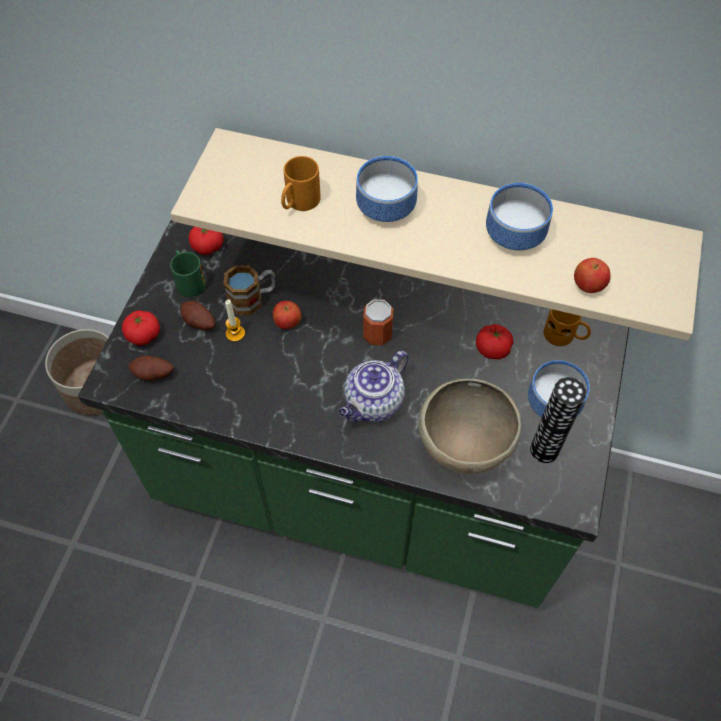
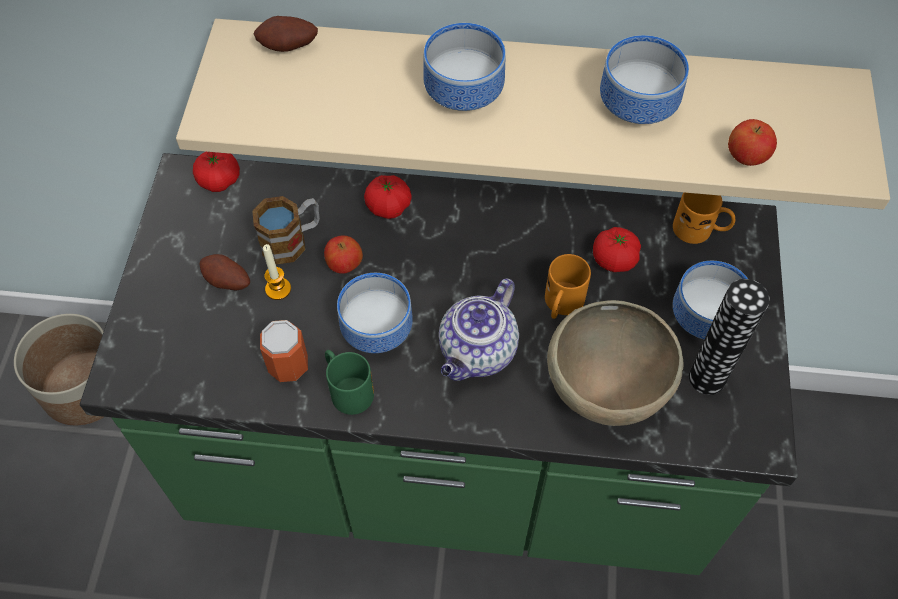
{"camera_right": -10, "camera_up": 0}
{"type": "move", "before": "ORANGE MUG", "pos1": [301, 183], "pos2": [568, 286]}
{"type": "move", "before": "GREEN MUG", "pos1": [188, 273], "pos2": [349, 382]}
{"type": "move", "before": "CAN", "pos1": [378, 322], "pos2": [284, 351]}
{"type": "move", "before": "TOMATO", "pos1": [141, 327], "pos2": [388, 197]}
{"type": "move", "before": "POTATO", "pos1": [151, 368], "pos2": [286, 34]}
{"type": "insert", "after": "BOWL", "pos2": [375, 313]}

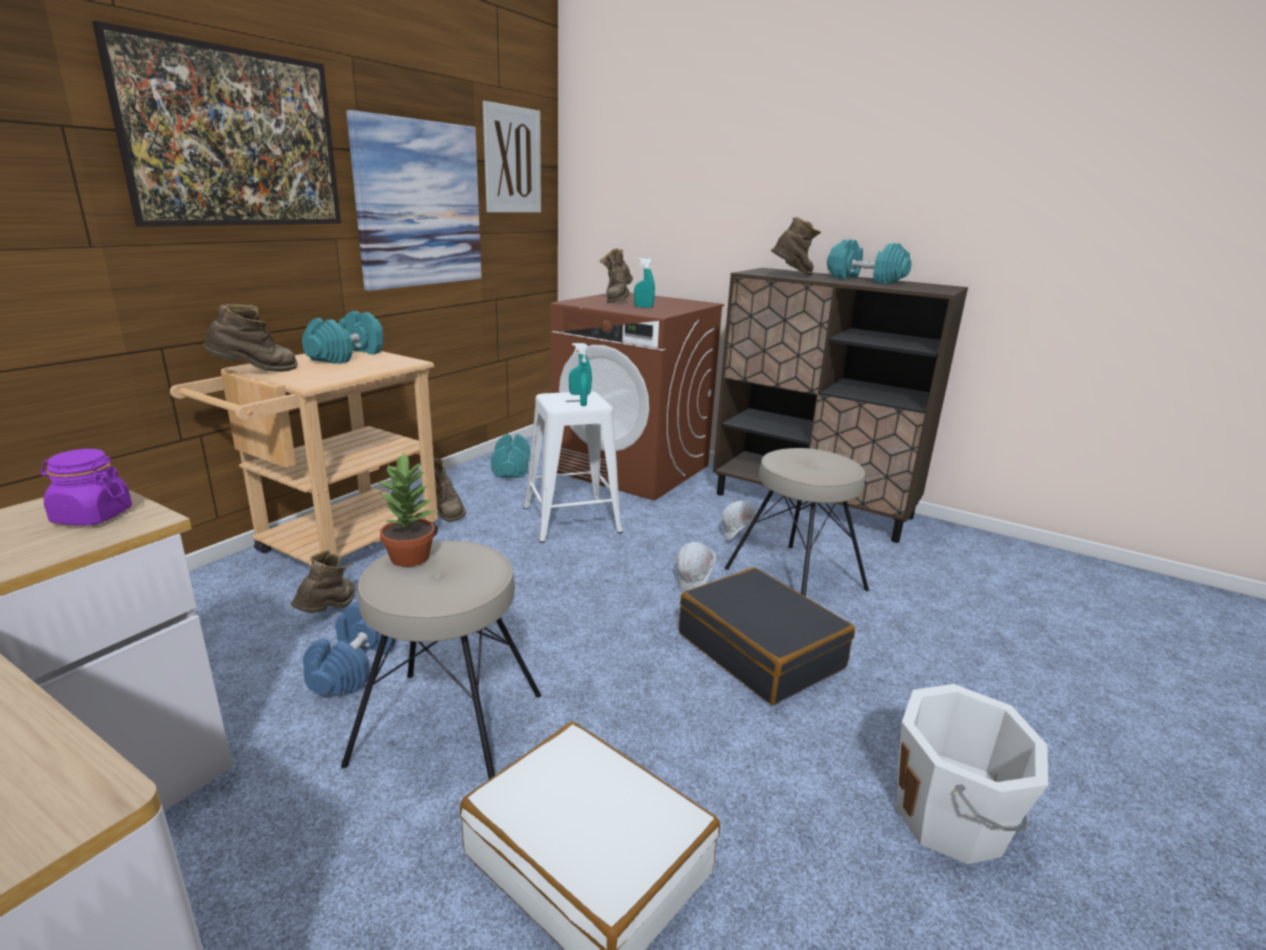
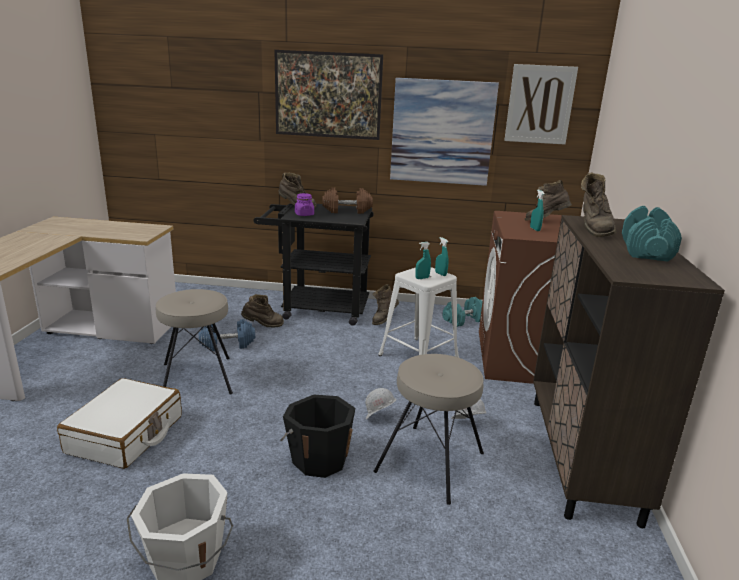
{"camera_right": 65, "camera_up": 0}
{"type": "rotate", "before": "BROWN BOOT", "pos1": [796, 246], "pos2": [598, 204], "turn": 75}
{"type": "recolor", "before": "TURQUOISE DUMBBELL", "after": "BROWN DUMBBELL", "pos1": [343, 337], "pos2": [347, 201]}
{"type": "recolor", "before": "BEIGE CART", "after": "BLACK CART", "pos1": [304, 459], "pos2": [314, 265]}
{"type": "move", "before": "PURPLE JAR", "pos1": [86, 487], "pos2": [304, 204]}
{"type": "delete", "before": "POTTED PLANT", "pos1": [405, 509]}
{"type": "replace", "before": "BLACK SUITCASE", "after": "BLACK BUCKET", "pos1": [767, 636], "pos2": [318, 436]}

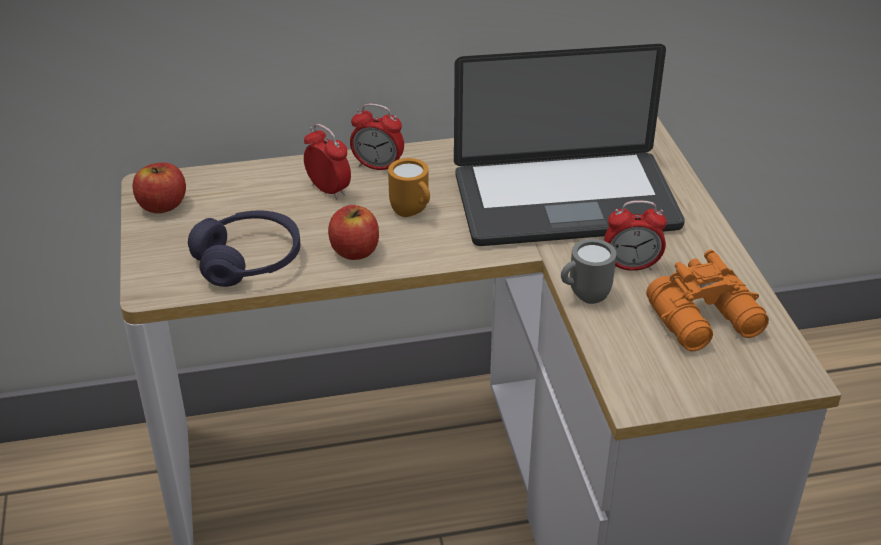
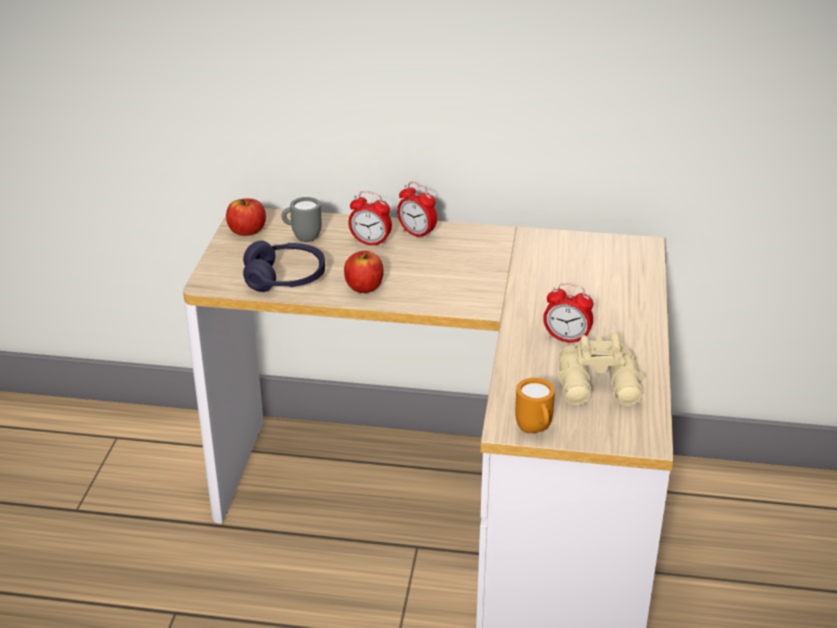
{"camera_right": 20, "camera_up": -5}
{"type": "delete", "before": "LAPTOP", "pos1": [569, 145]}
{"type": "rotate", "before": "ALARM CLOCK", "pos1": [327, 161], "pos2": [370, 219], "turn": 135}
{"type": "move", "before": "ORANGE MUG", "pos1": [409, 187], "pos2": [535, 405]}
{"type": "move", "before": "GREY MUG", "pos1": [588, 271], "pos2": [301, 219]}
{"type": "recolor", "before": "ORANGE BINOCULARS", "after": "BEIGE BINOCULARS", "pos1": [707, 300], "pos2": [600, 369]}

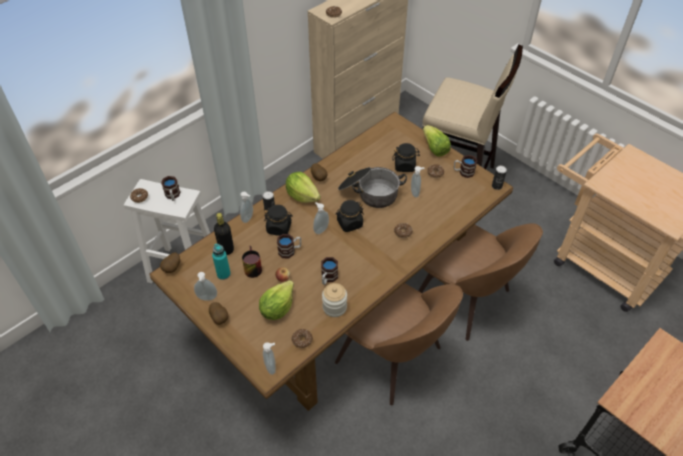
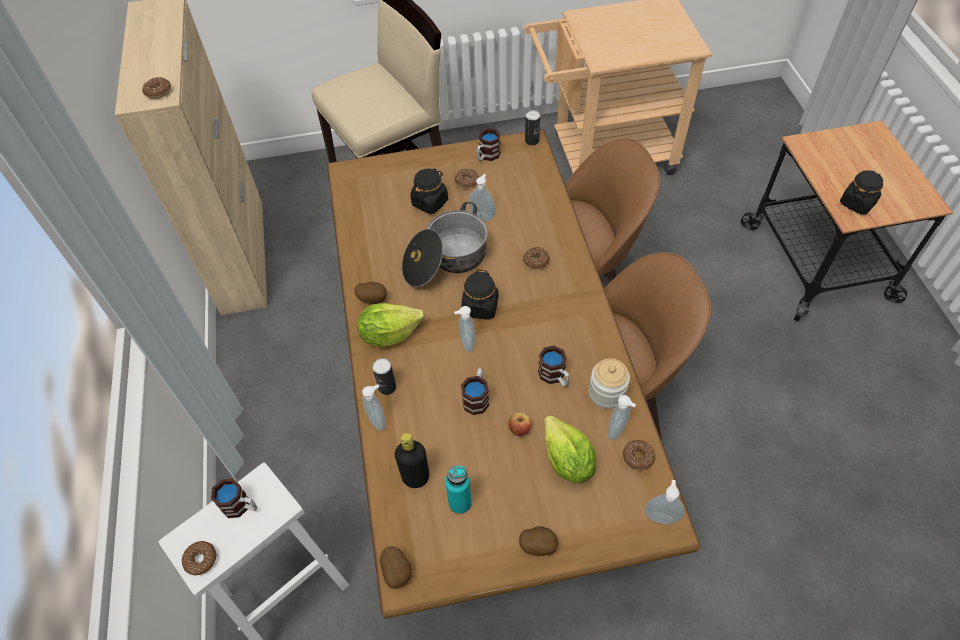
{"camera_right": -55, "camera_up": 5}
{"type": "delete", "before": "LETTUCE", "pos1": [437, 141]}
{"type": "move", "before": "BLACK JAR", "pos1": [278, 220], "pos2": [861, 192]}
{"type": "delete", "before": "MUG", "pos1": [252, 262]}
{"type": "move", "before": "SOAP DISPENSER", "pos1": [205, 286], "pos2": [622, 417]}

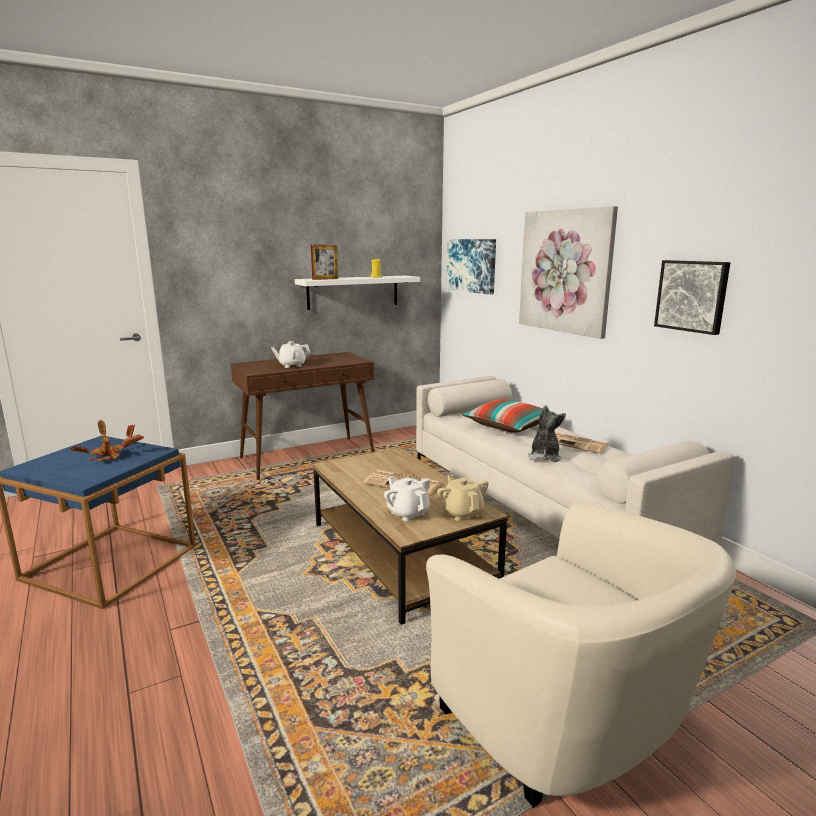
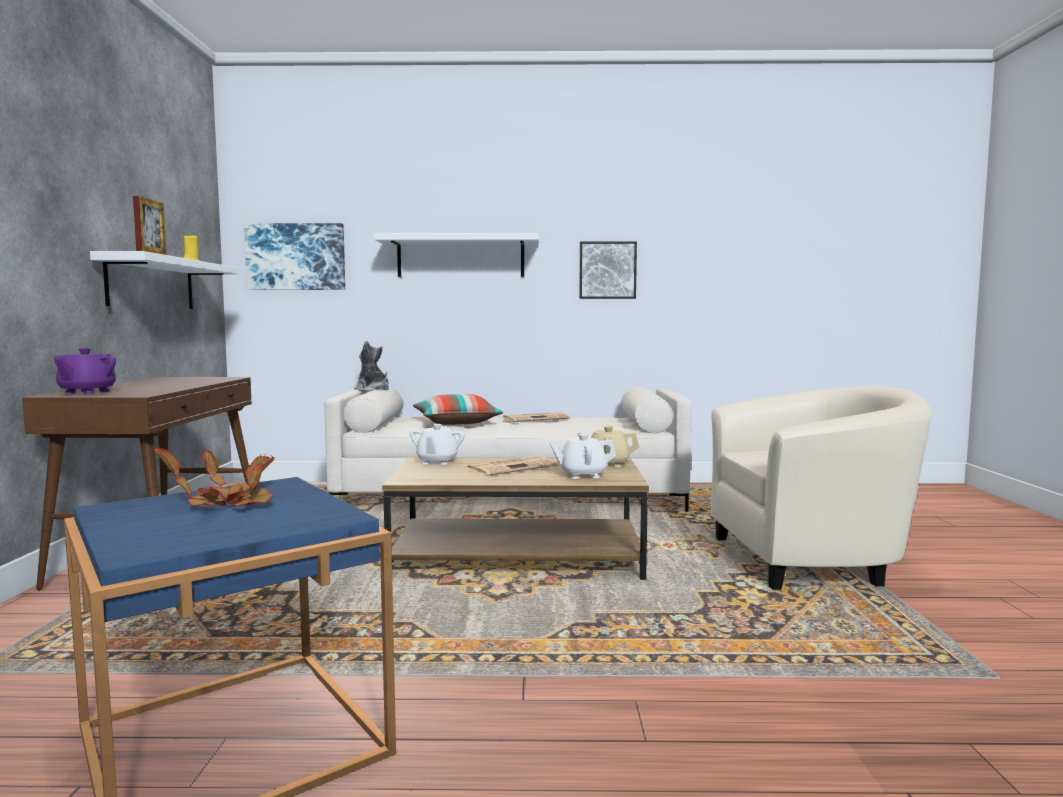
{"camera_right": -60, "camera_up": -10}
{"type": "replace", "before": "PICTURE", "after": "WHITE SHELF", "pos1": [568, 272], "pos2": [456, 255]}
{"type": "move", "before": "WHITE TEAPOT", "pos1": [291, 354], "pos2": [437, 444]}
{"type": "move", "before": "PLUSH TOY", "pos1": [547, 433], "pos2": [371, 366]}
{"type": "insert", "after": "PURPLE TEAPOT", "pos2": [85, 371]}

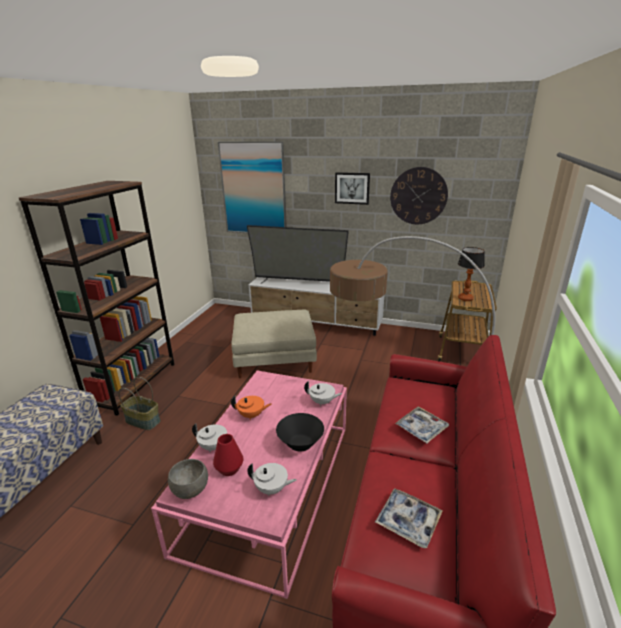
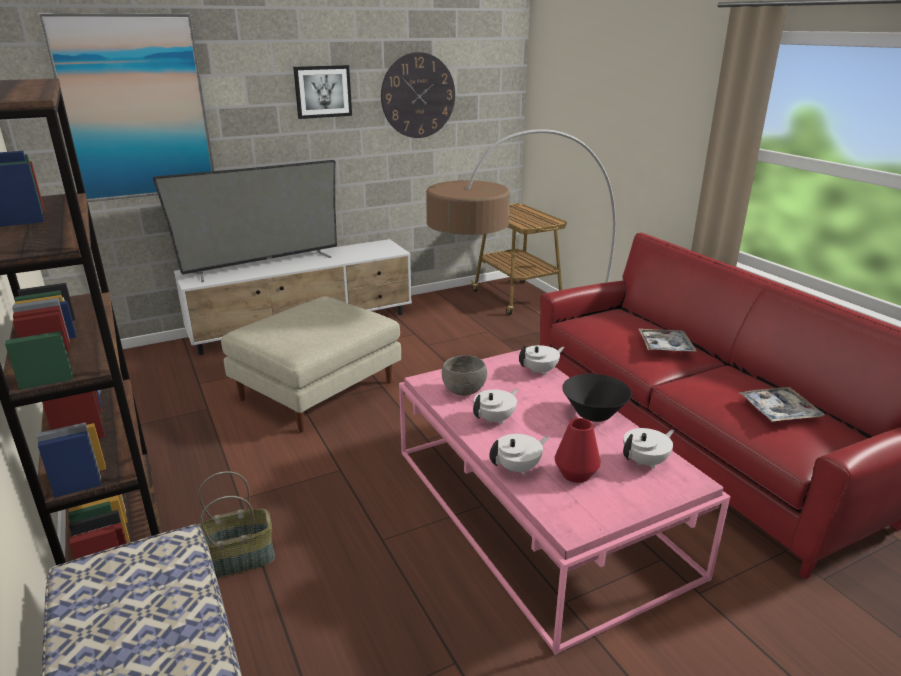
{"camera_right": -45, "camera_up": 0}
{"type": "delete", "before": "TABLE LAMP", "pos1": [471, 274]}
{"type": "recolor", "before": "ORANGE TEAPOT", "after": "WHITE TEAPOT", "pos1": [251, 408], "pos2": [495, 406]}
{"type": "move", "before": "GREY BOWL", "pos1": [188, 479], "pos2": [464, 375]}

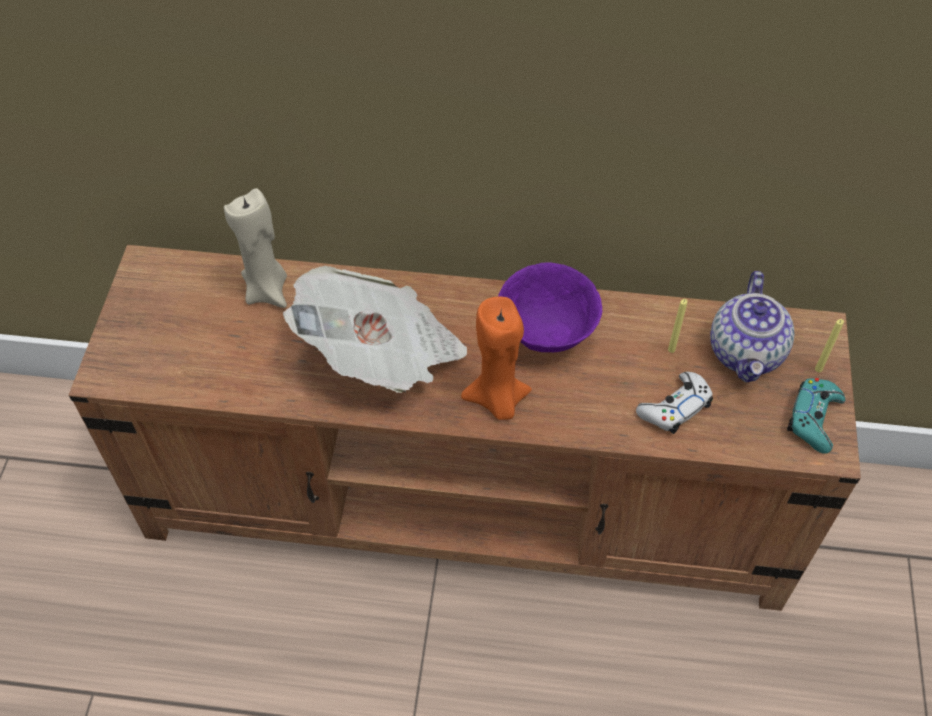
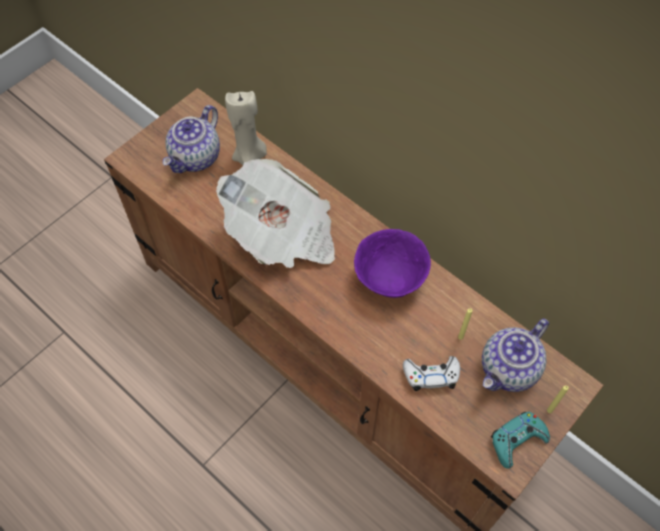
{"camera_right": 35, "camera_up": 5}
{"type": "delete", "before": "ORANGE CANDLE", "pos1": [496, 358]}
{"type": "insert", "after": "TEAPOT", "pos2": [191, 139]}

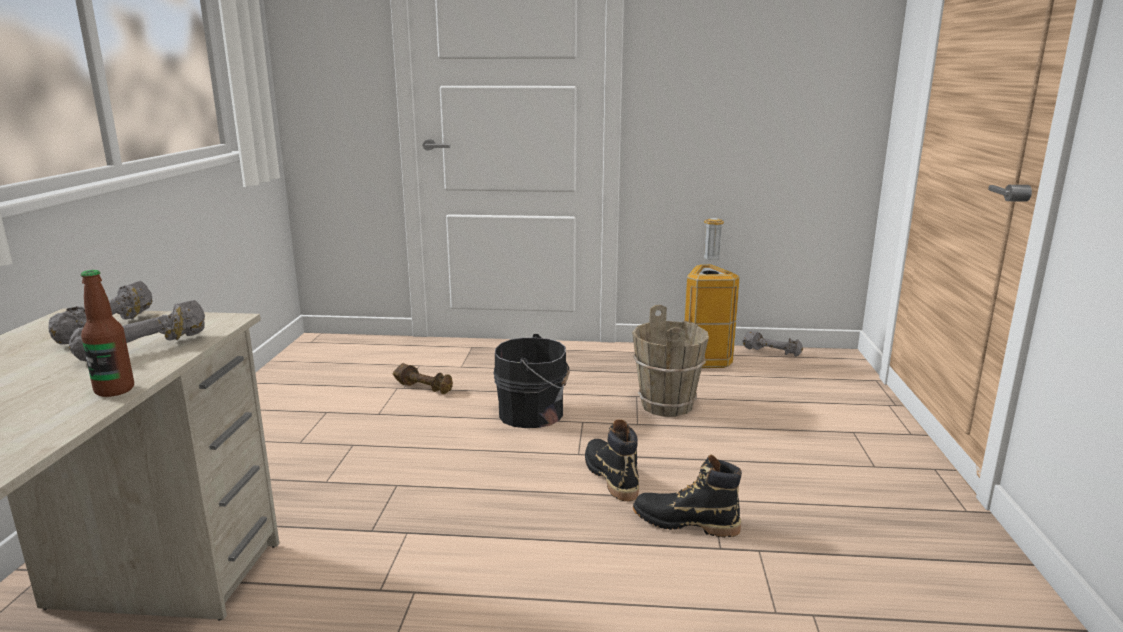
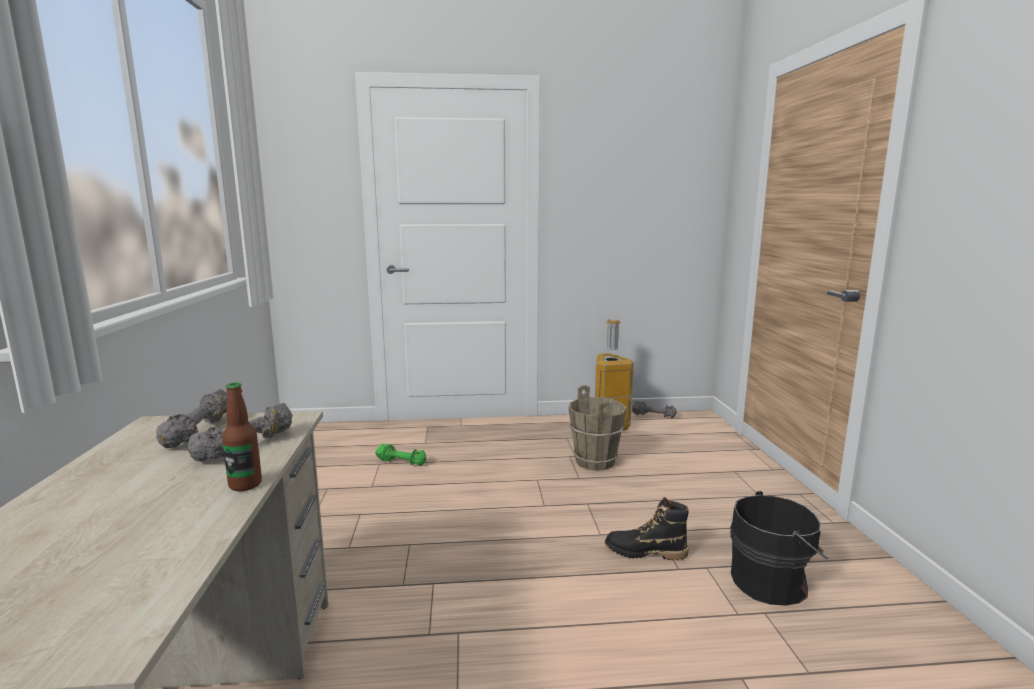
{"camera_right": -10, "camera_up": -5}
{"type": "move", "before": "BLACK BUCKET", "pos1": [531, 381], "pos2": [779, 548]}
{"type": "recolor", "before": "BROWN DUMBBELL", "after": "GREEN DUMBBELL", "pos1": [423, 378], "pos2": [401, 454]}
{"type": "delete", "before": "BLACK BOOT", "pos1": [612, 460]}

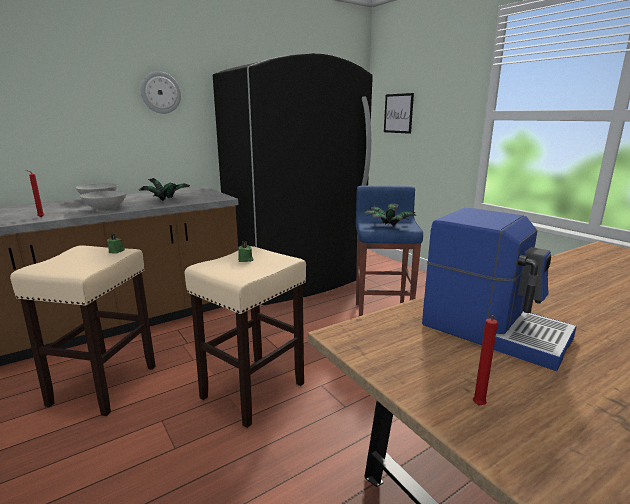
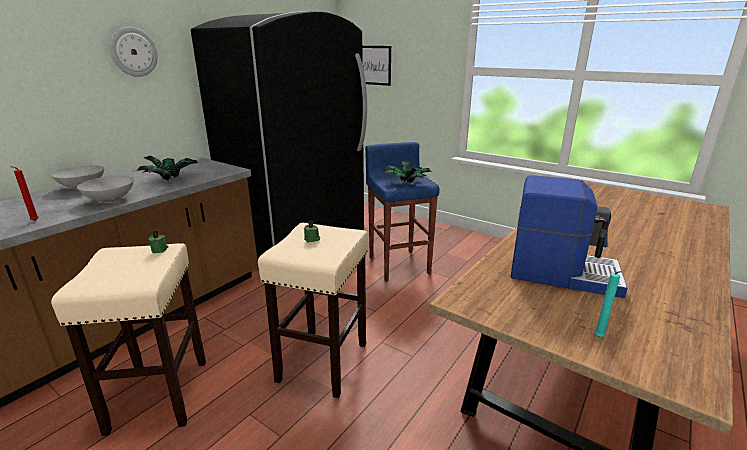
{"camera_right": -20, "camera_up": 5}
{"type": "recolor", "before": "RED CANDLE", "after": "TURQUOISE CANDLE", "pos1": [485, 360], "pos2": [608, 304]}

